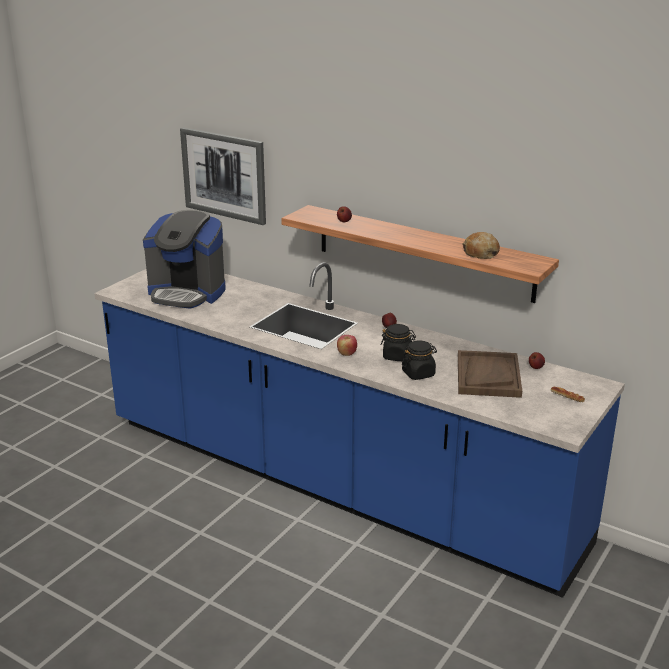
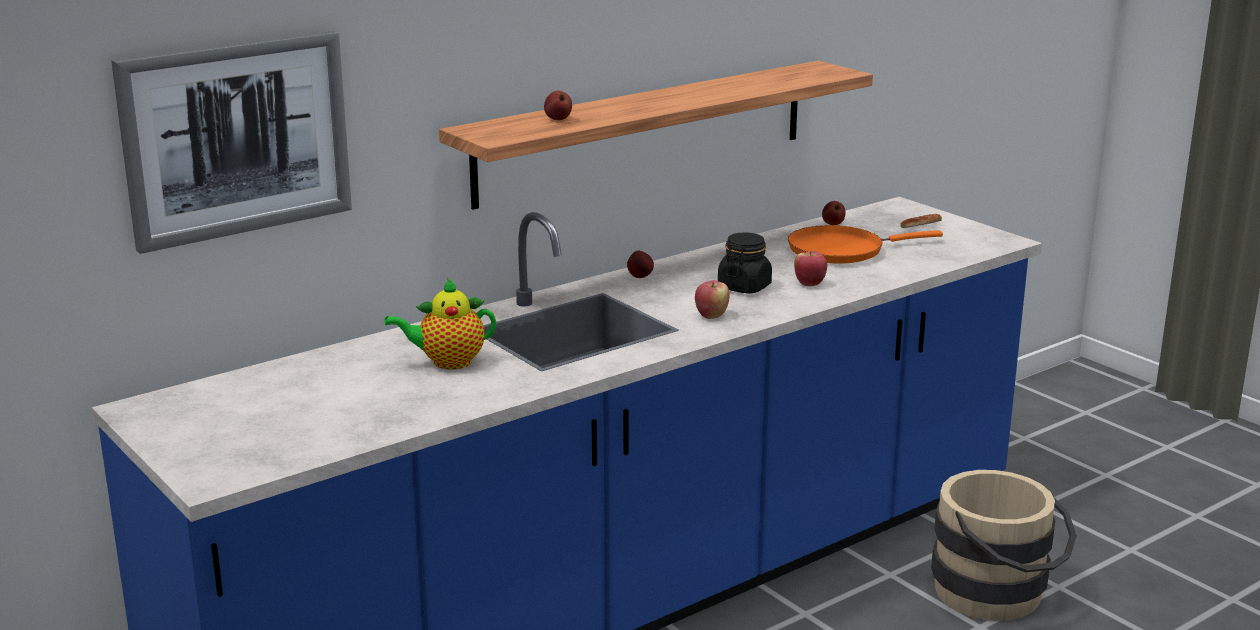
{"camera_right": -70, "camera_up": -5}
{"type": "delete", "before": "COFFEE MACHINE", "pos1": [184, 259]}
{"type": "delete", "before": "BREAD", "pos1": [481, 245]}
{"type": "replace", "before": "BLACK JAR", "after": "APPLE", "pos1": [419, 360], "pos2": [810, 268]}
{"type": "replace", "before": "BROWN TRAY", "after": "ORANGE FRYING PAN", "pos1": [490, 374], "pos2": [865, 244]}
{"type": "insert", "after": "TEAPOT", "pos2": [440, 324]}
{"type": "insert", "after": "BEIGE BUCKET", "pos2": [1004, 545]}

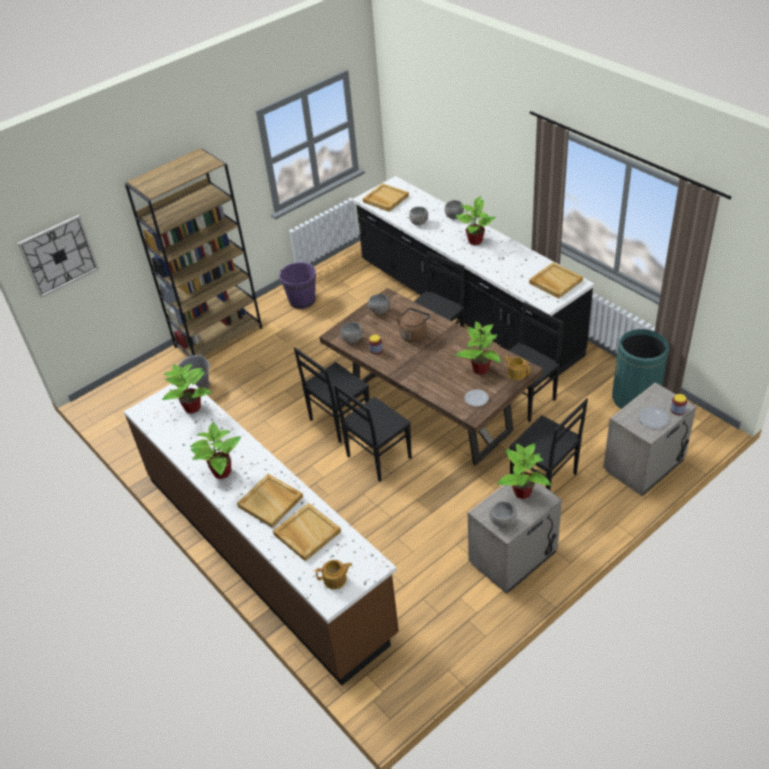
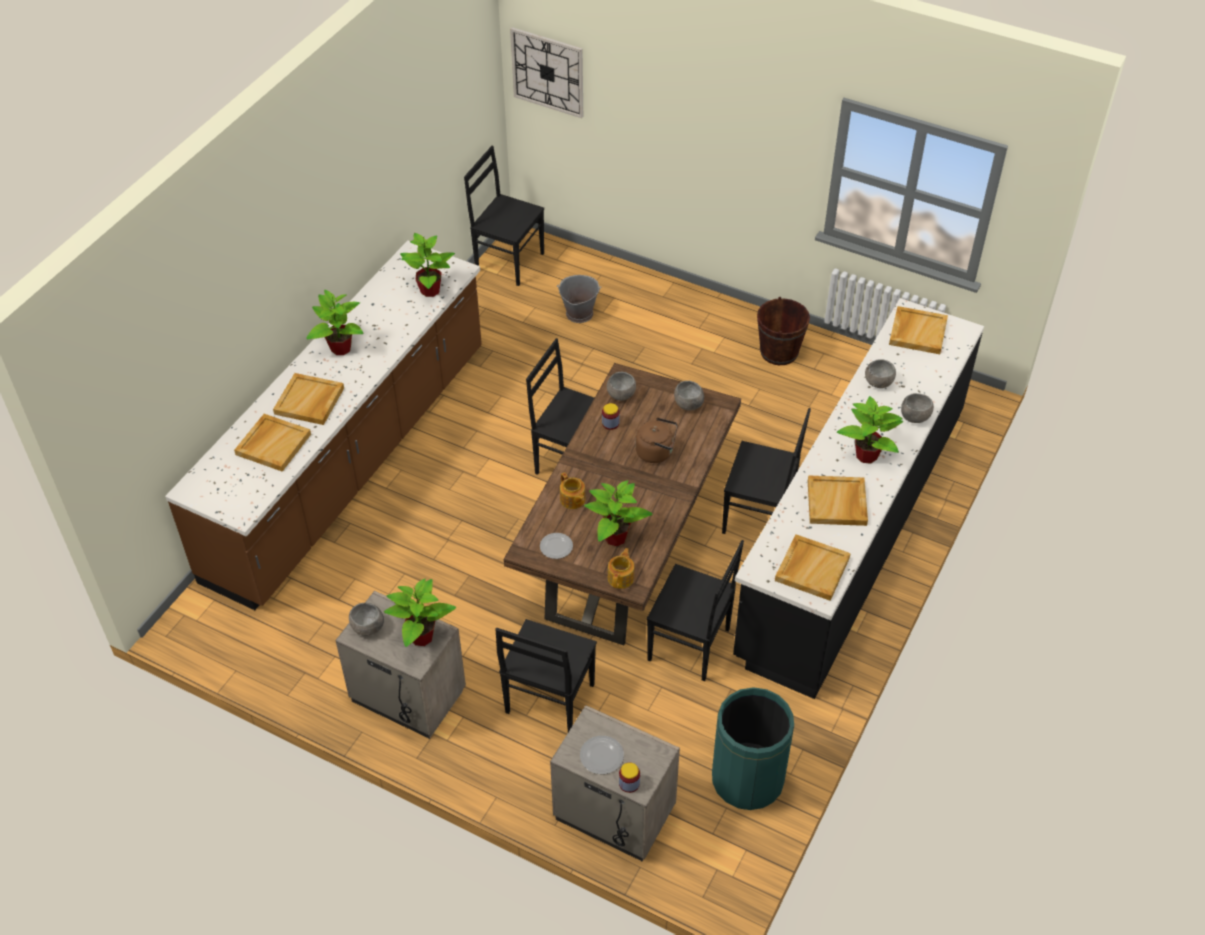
{"camera_right": 65, "camera_up": 5}
{"type": "delete", "before": "BROWN BOOKCASE", "pos1": [193, 252]}
{"type": "recolor", "before": "PURPLE BUCKET", "after": "BROWN BUCKET", "pos1": [297, 285], "pos2": [783, 331]}
{"type": "move", "before": "BLACK CHAIR", "pos1": [372, 432], "pos2": [504, 216]}
{"type": "move", "before": "TEAPOT", "pos1": [333, 574], "pos2": [573, 490]}
{"type": "insert", "after": "BEIGE TRAY", "pos2": [838, 500]}

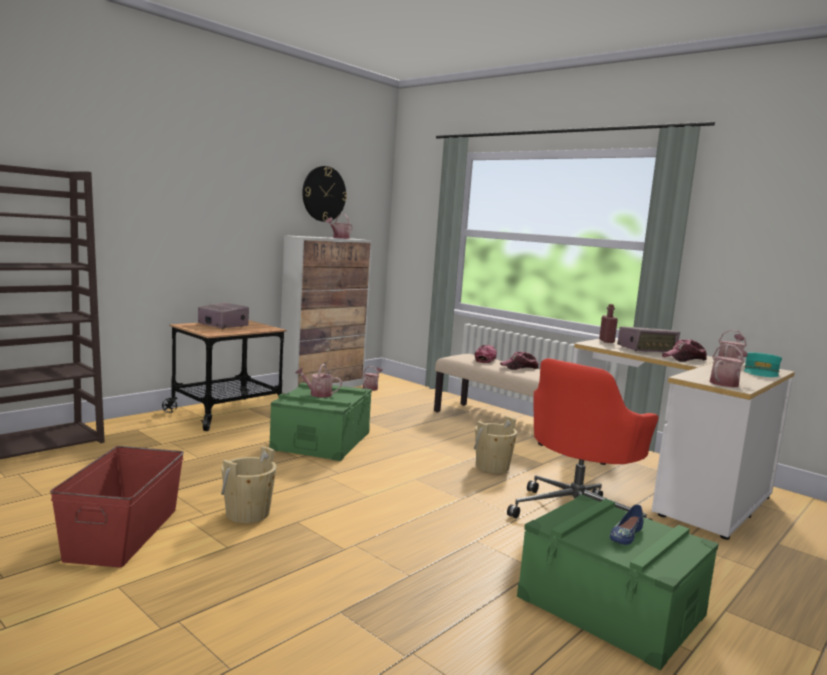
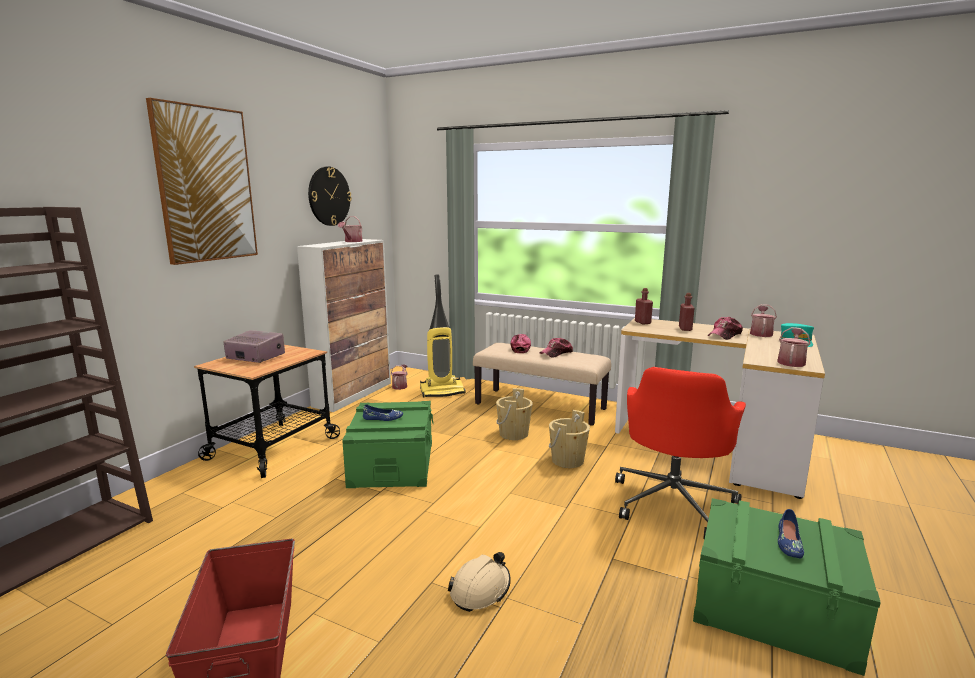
{"camera_right": -15, "camera_up": 5}
{"type": "replace", "before": "RADIO", "after": "RED BOTTLE", "pos1": [648, 339], "pos2": [687, 312]}
{"type": "replace", "before": "WATERING CAN", "after": "BLUE SHOE", "pos1": [318, 381], "pos2": [383, 413]}
{"type": "move", "before": "BEIGE BUCKET", "pos1": [249, 484], "pos2": [514, 414]}
{"type": "insert", "after": "PICTURE", "pos2": [202, 181]}
{"type": "insert", "after": "VACUUM CLEANER", "pos2": [443, 335]}
{"type": "insert", "after": "BEIGE HARD HAT", "pos2": [479, 582]}

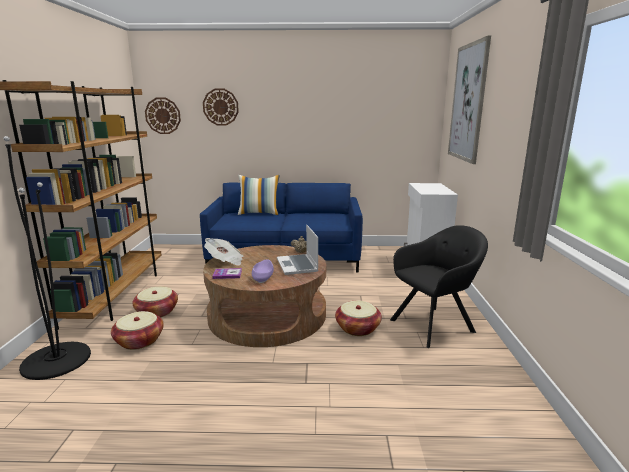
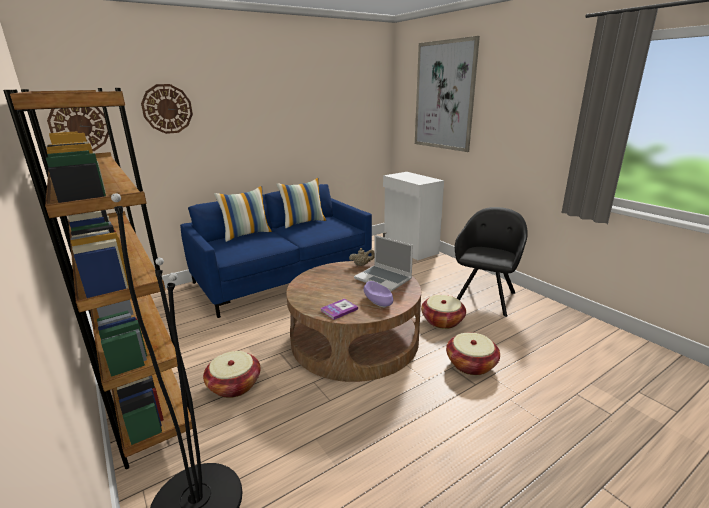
{"camera_right": -35, "camera_up": 5}
{"type": "delete", "before": "NEWSPAPER", "pos1": [224, 252]}
{"type": "move", "before": "BASKET", "pos1": [137, 330], "pos2": [473, 354]}
{"type": "insert", "after": "PILLOW", "pos2": [301, 203]}

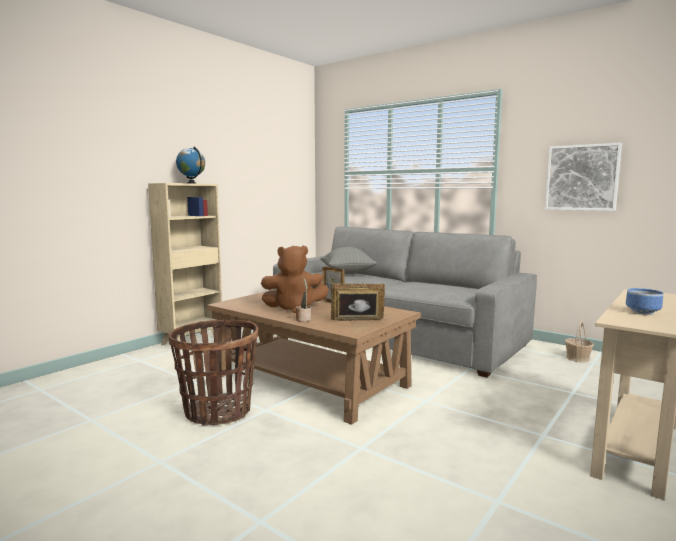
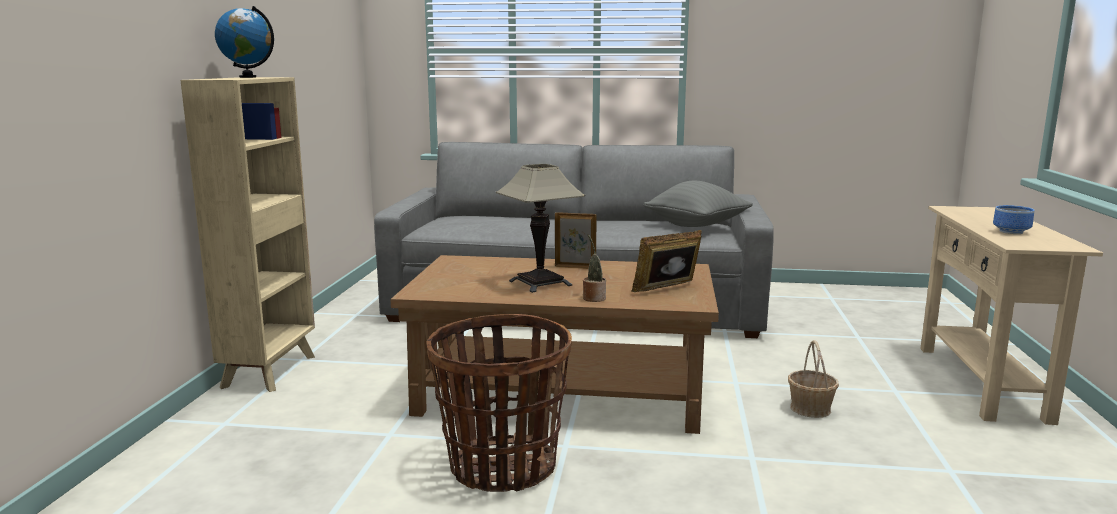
{"camera_right": -30, "camera_up": 5}
{"type": "delete", "before": "PICTURE", "pos1": [583, 177]}
{"type": "replace", "before": "BROWN PLUSH TOY", "after": "TABLE LAMP", "pos1": [295, 279], "pos2": [540, 228]}
{"type": "move", "before": "GREY PILLOW", "pos1": [348, 260], "pos2": [698, 204]}
{"type": "move", "before": "BASKET", "pos1": [579, 341], "pos2": [813, 379]}

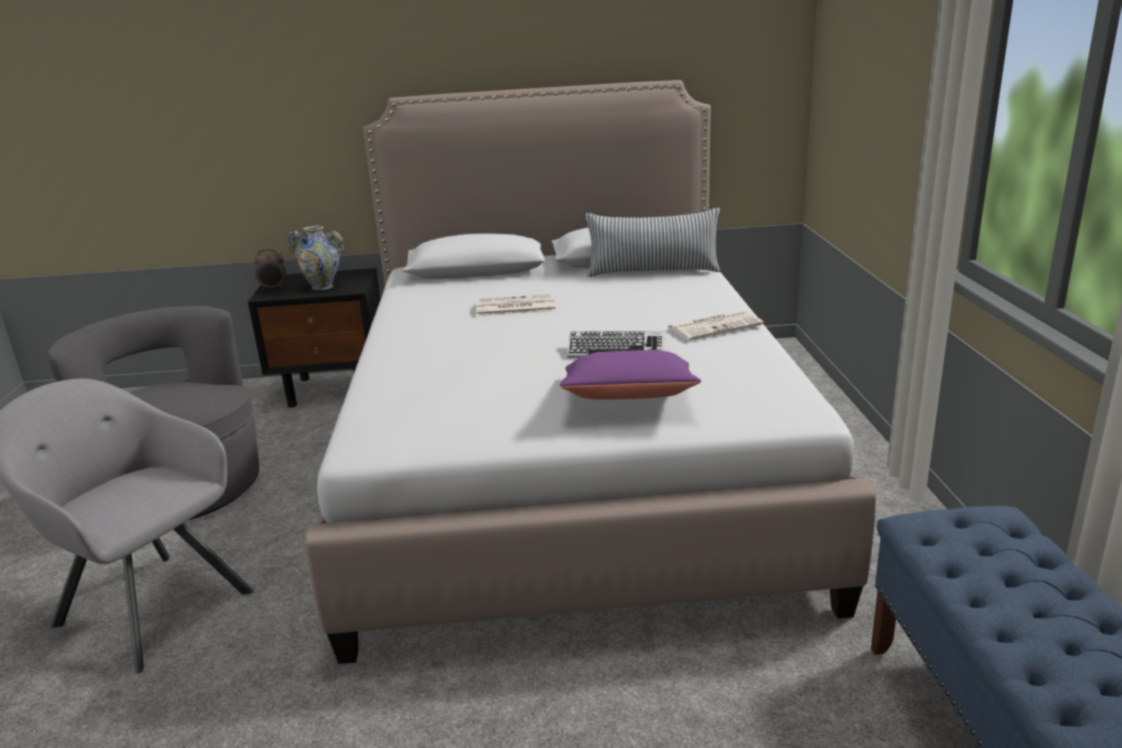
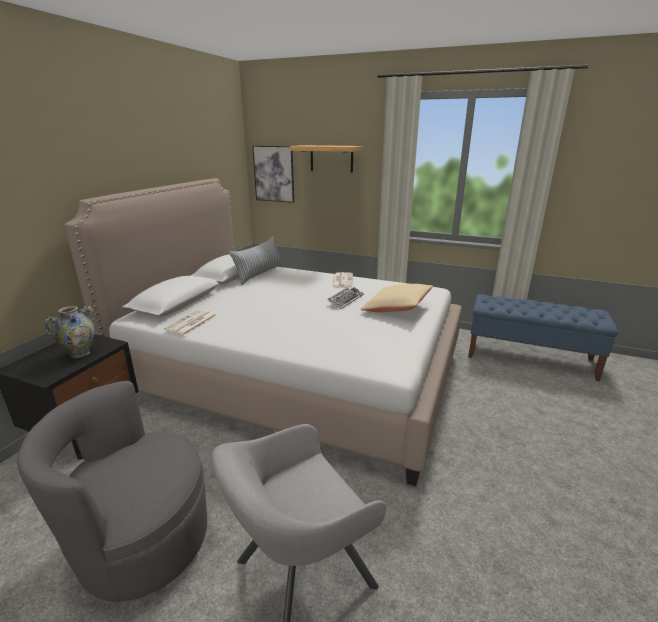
{"camera_right": -65, "camera_up": 0}
{"type": "delete", "before": "ALARM CLOCK", "pos1": [270, 269]}
{"type": "move", "before": "NEWSPAPER", "pos1": [516, 305], "pos2": [190, 323]}
{"type": "recolor", "before": "PURPLE PILLOW", "after": "BEIGE PILLOW", "pos1": [630, 375], "pos2": [397, 298]}
{"type": "insert", "after": "SHELF", "pos2": [326, 159]}
{"type": "insert", "after": "PICTURE", "pos2": [273, 174]}

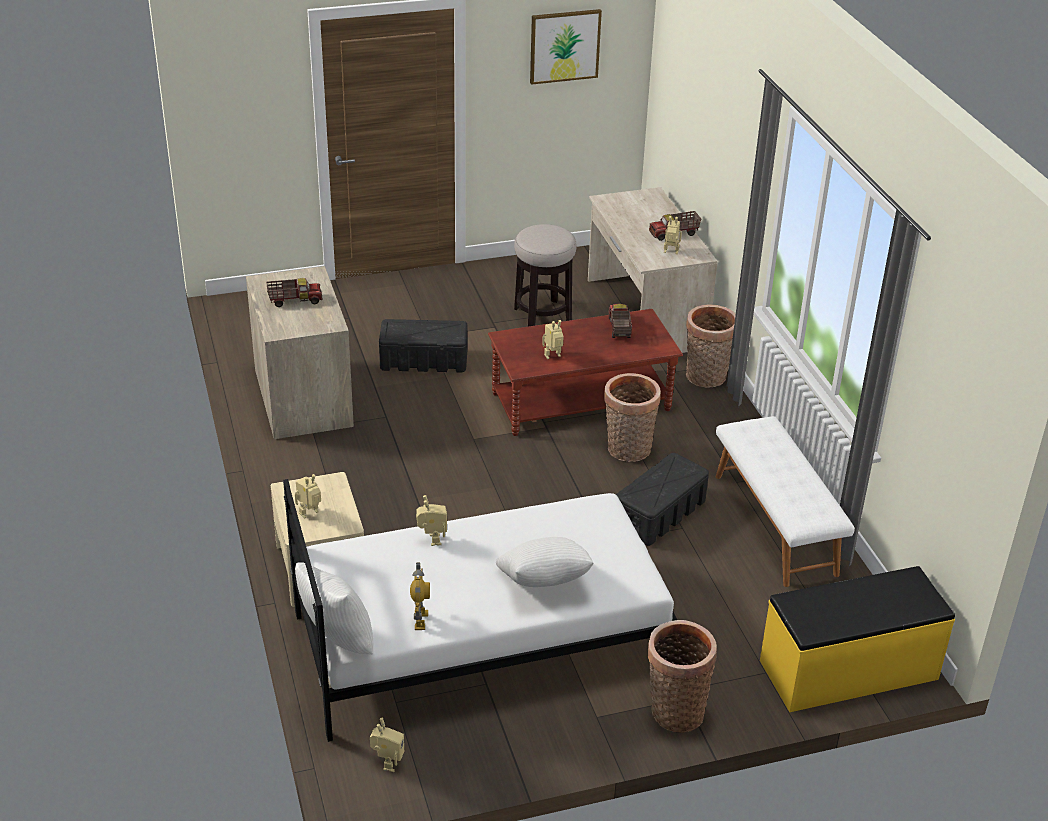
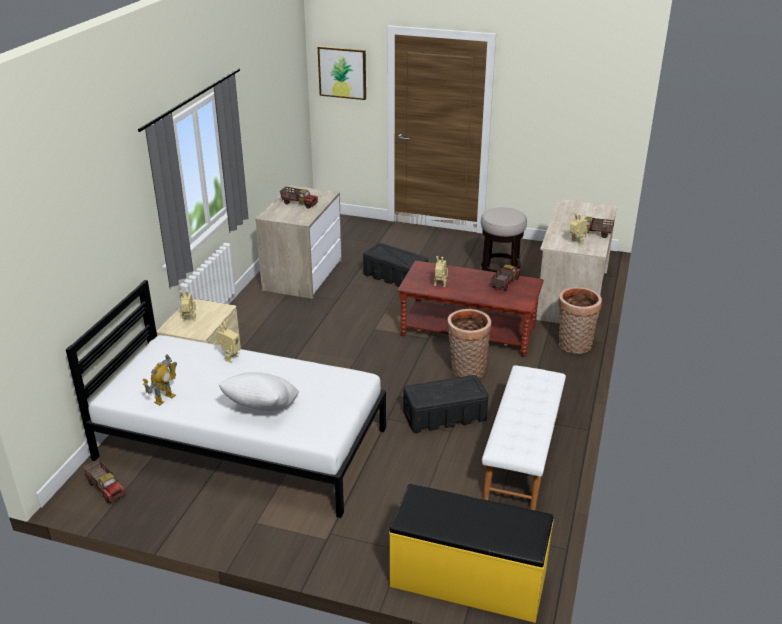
{"camera_right": 35, "camera_up": -5}
{"type": "move", "before": "PICTURE", "pos1": [566, 47], "pos2": [342, 73]}
{"type": "delete", "before": "WHITE PILLOW", "pos1": [334, 608]}
{"type": "delete", "before": "BASKET", "pos1": [682, 676]}
{"type": "replace", "before": "TOY ROBOT", "after": "TOY TRUCK", "pos1": [387, 745], "pos2": [104, 481]}

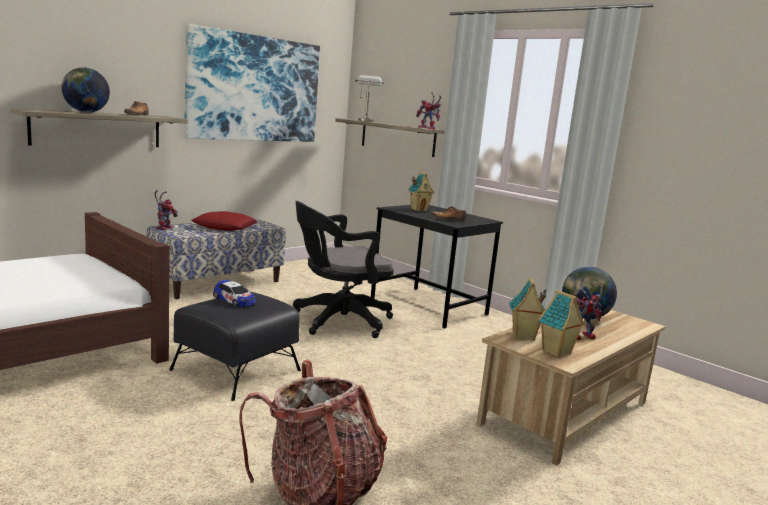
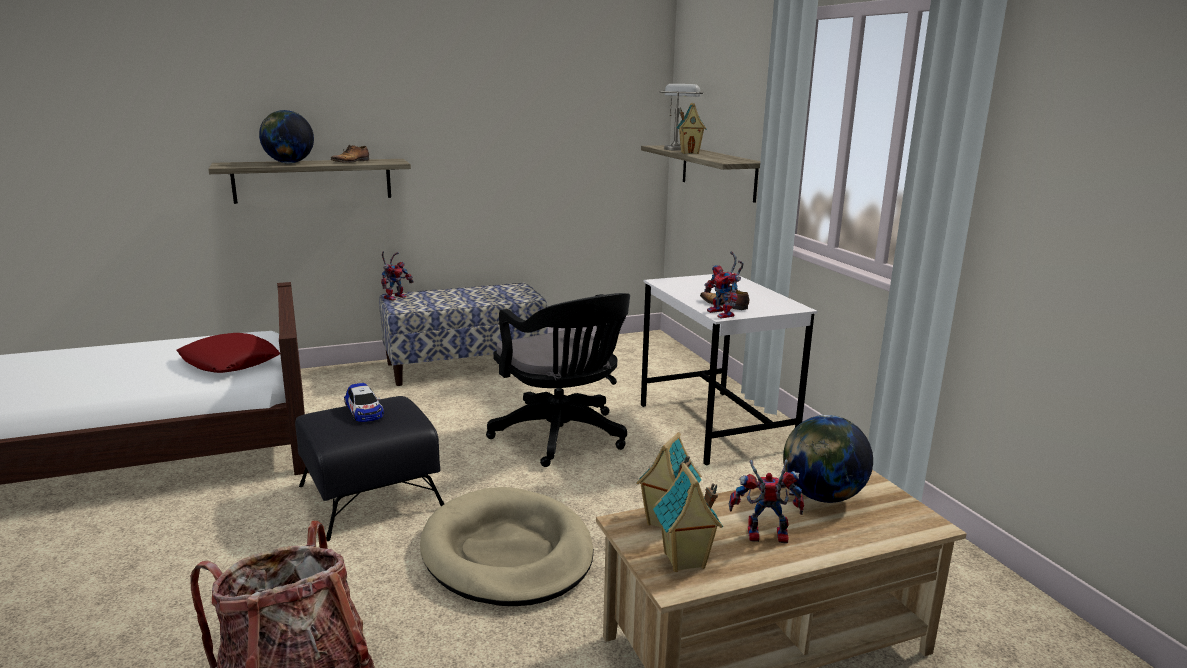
{"camera_right": 25, "camera_up": 5}
{"type": "delete", "before": "PICTURE", "pos1": [252, 83]}
{"type": "move", "before": "TOY ROBOT", "pos1": [428, 110], "pos2": [724, 284]}
{"type": "move", "before": "TOY HOUSE", "pos1": [421, 191], "pos2": [691, 128]}
{"type": "rotate", "before": "BLACK OFFICE CHAIR", "pos1": [343, 269], "pos2": [558, 380], "turn": -120}
{"type": "recolor", "before": "BLACK DESK", "after": "WHITE DESK", "pos1": [437, 267], "pos2": [729, 369]}
{"type": "move", "before": "RED PILLOW", "pos1": [224, 221], "pos2": [228, 353]}
{"type": "insert", "after": "BEIGE DOG BED", "pos2": [507, 546]}

